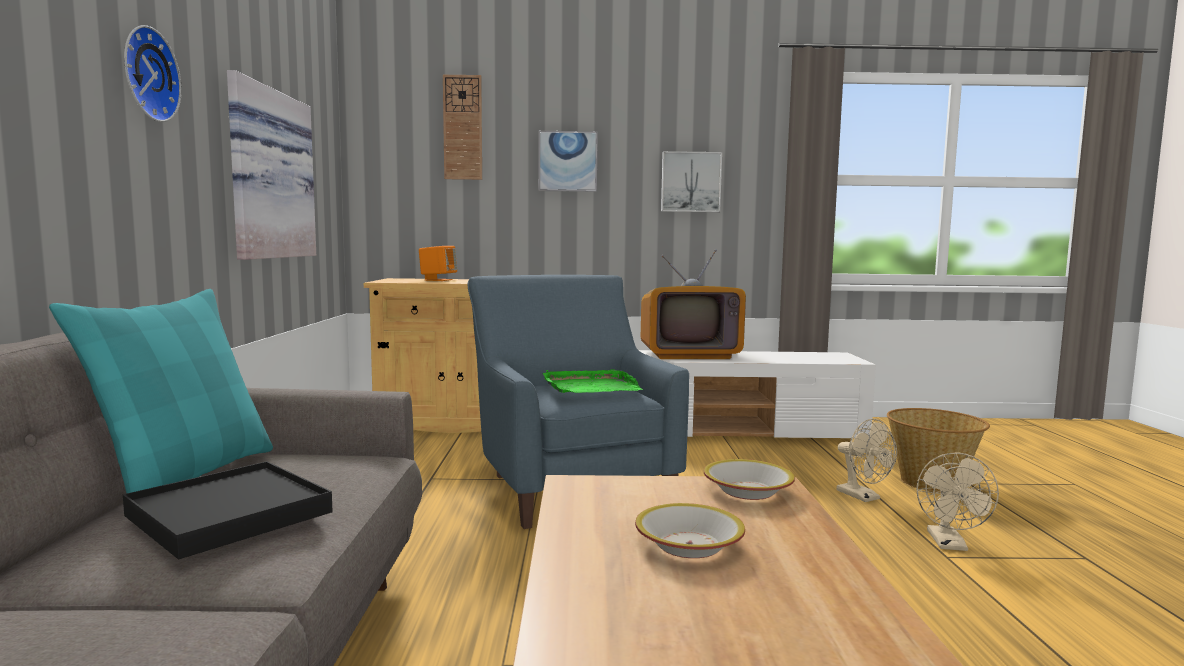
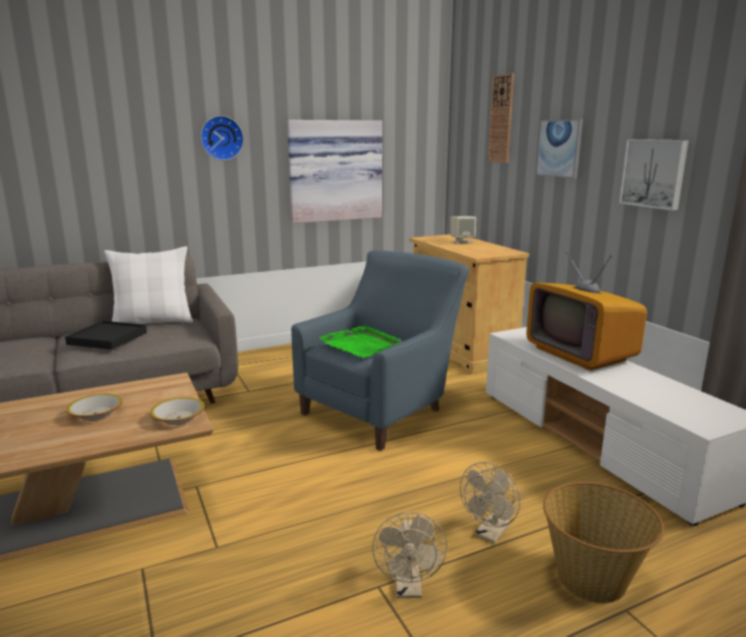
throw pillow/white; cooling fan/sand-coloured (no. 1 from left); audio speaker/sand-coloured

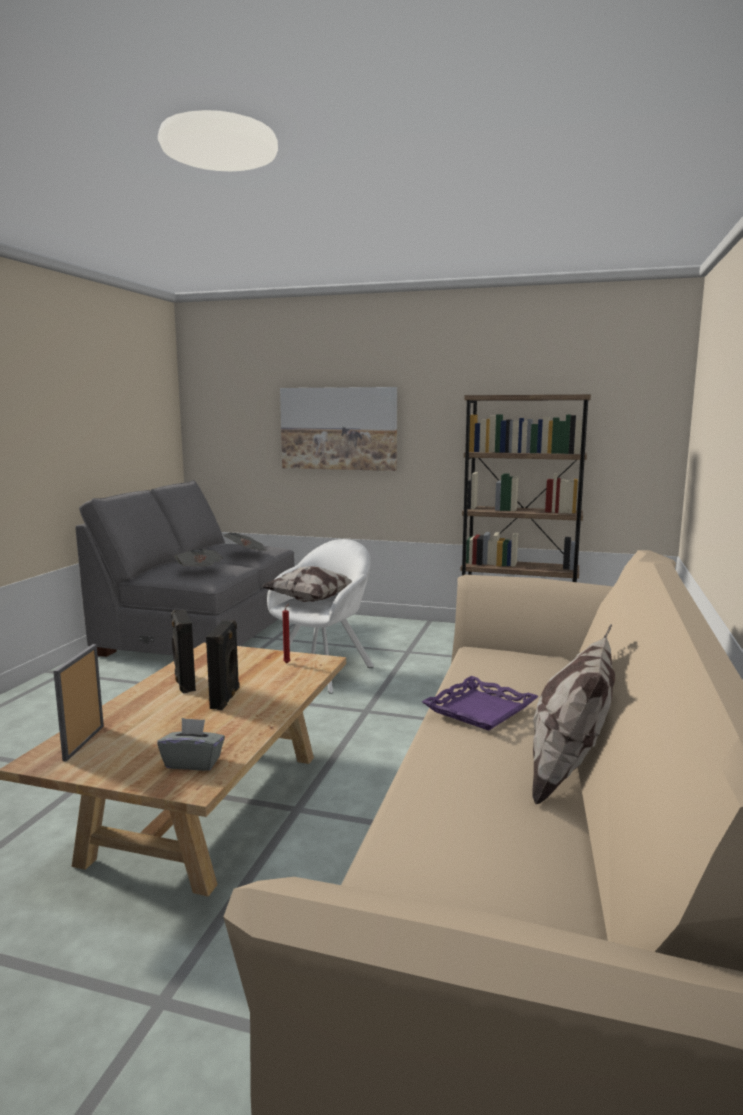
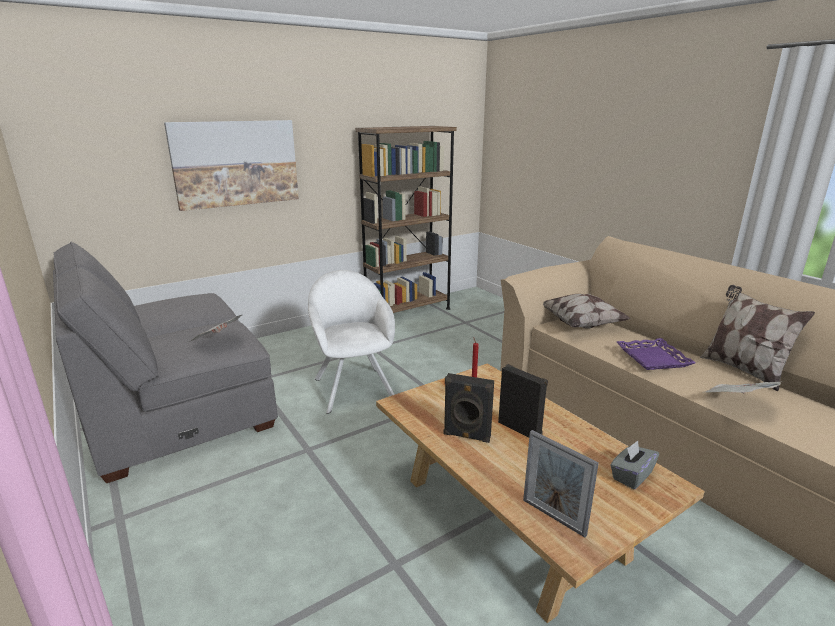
throw pillow (no. 1 from left); daily paper (no. 2 from left)

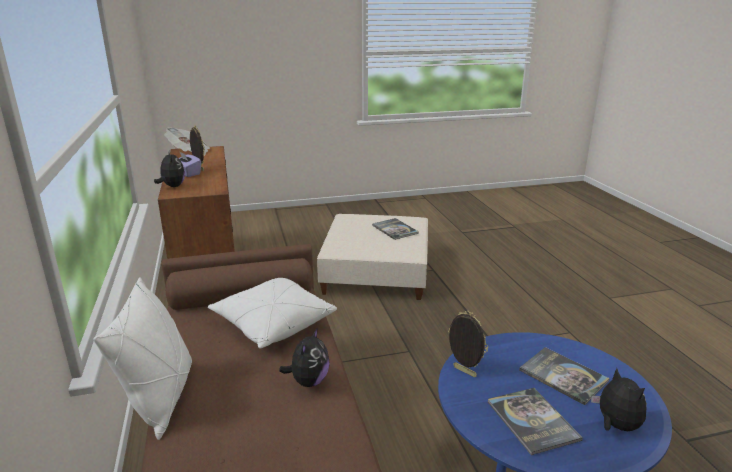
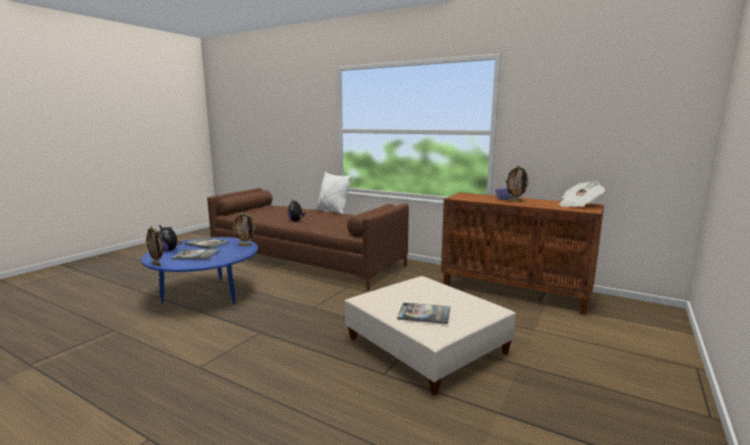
standing frame (no. 1 from left); plush toy (no. 1 from left in the first image); throw pillow/white (no. 2 from left in the first image)

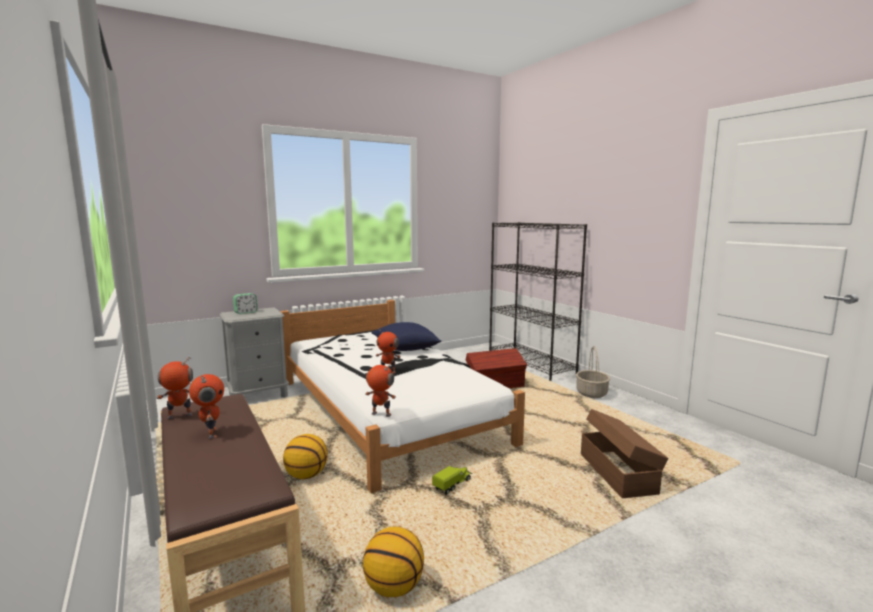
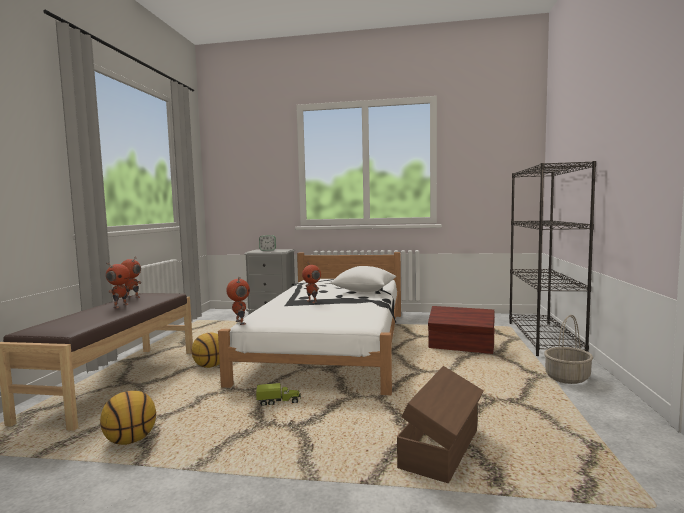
throw pillow/white

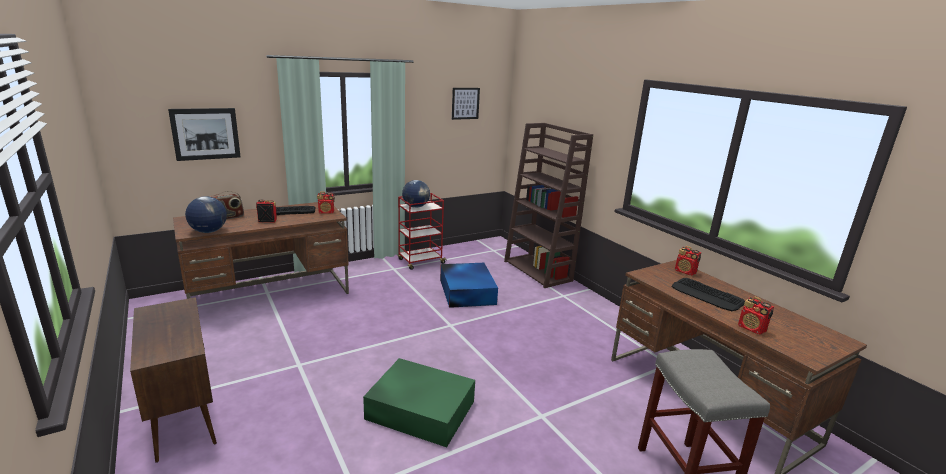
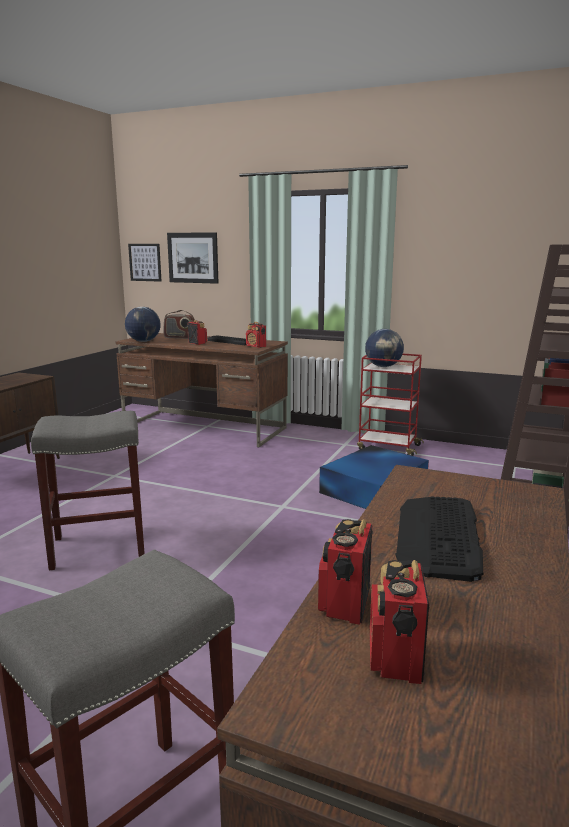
stool seat/greyish (no. 1 from left); wall picture (no. 1 from left); radio set (no. 5 from left)

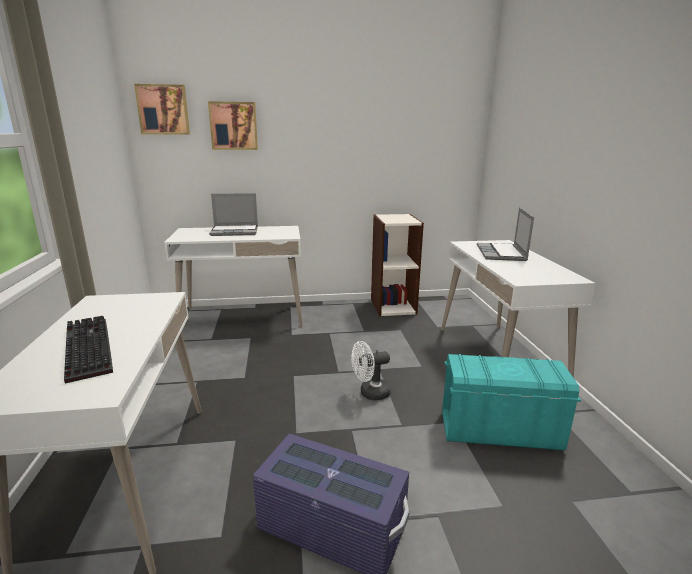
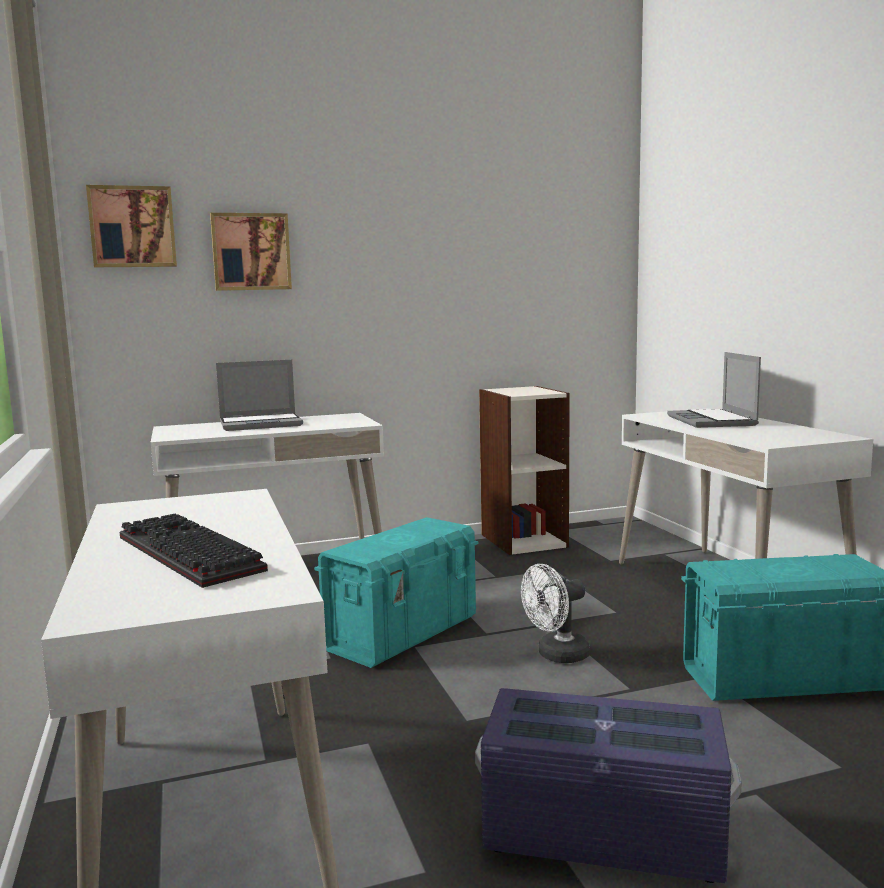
storage bin/turquoise (no. 1 from left)

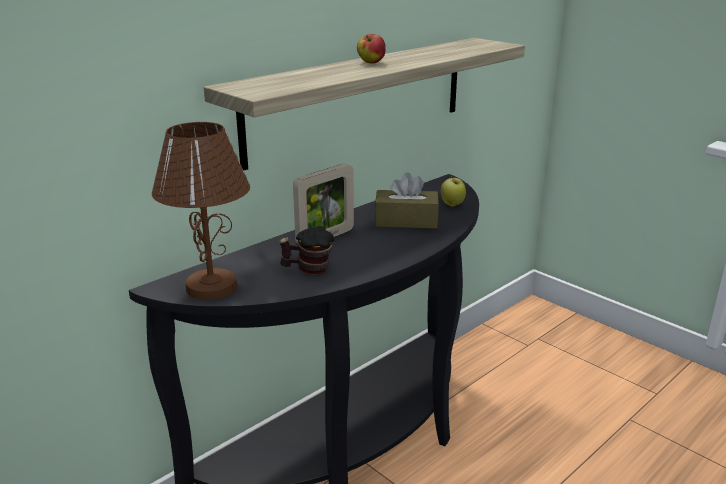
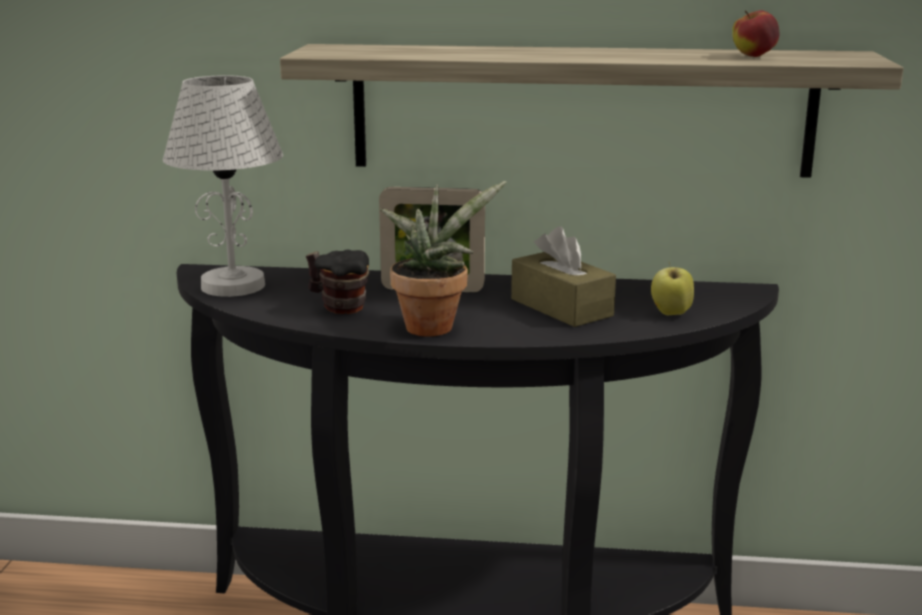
tabletop lamp/white; potted plant; apple (no. 2 from left)

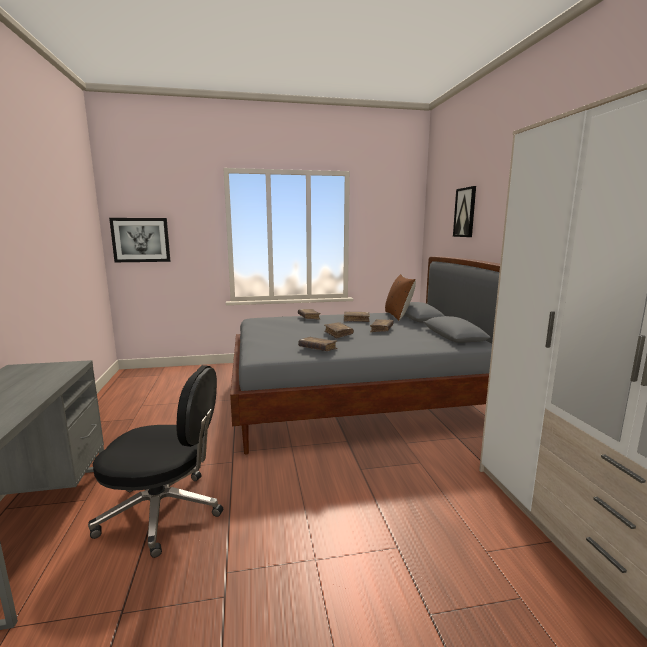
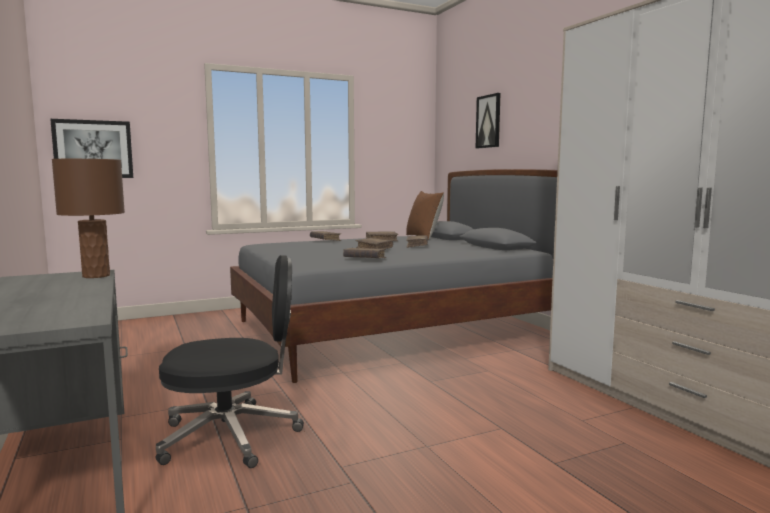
tabletop lamp/brown

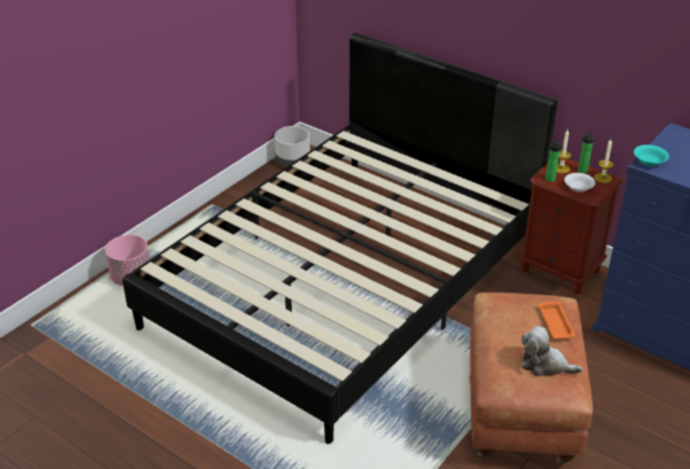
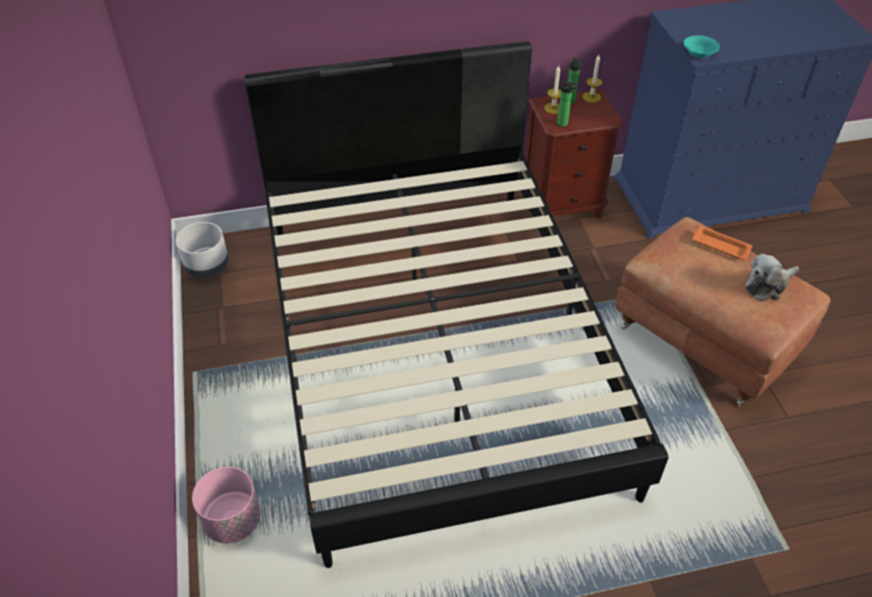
bowl/white

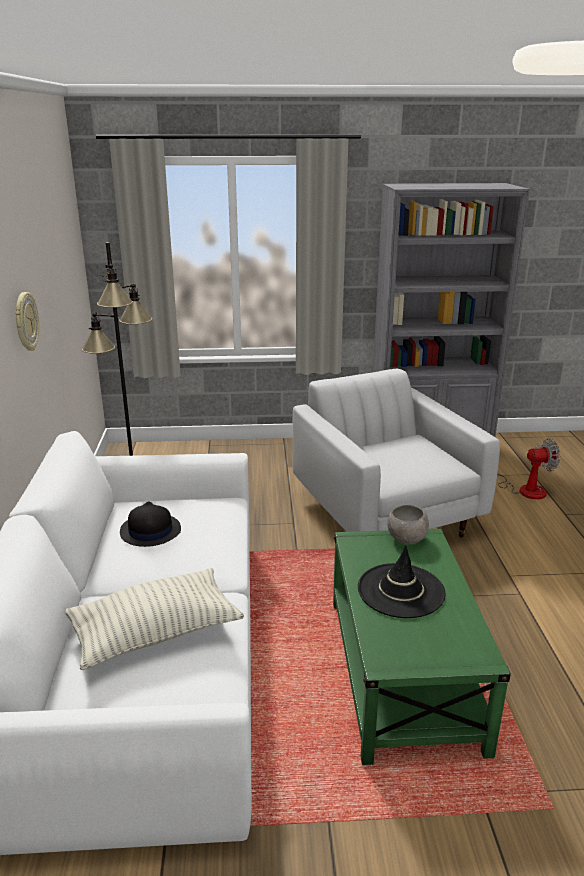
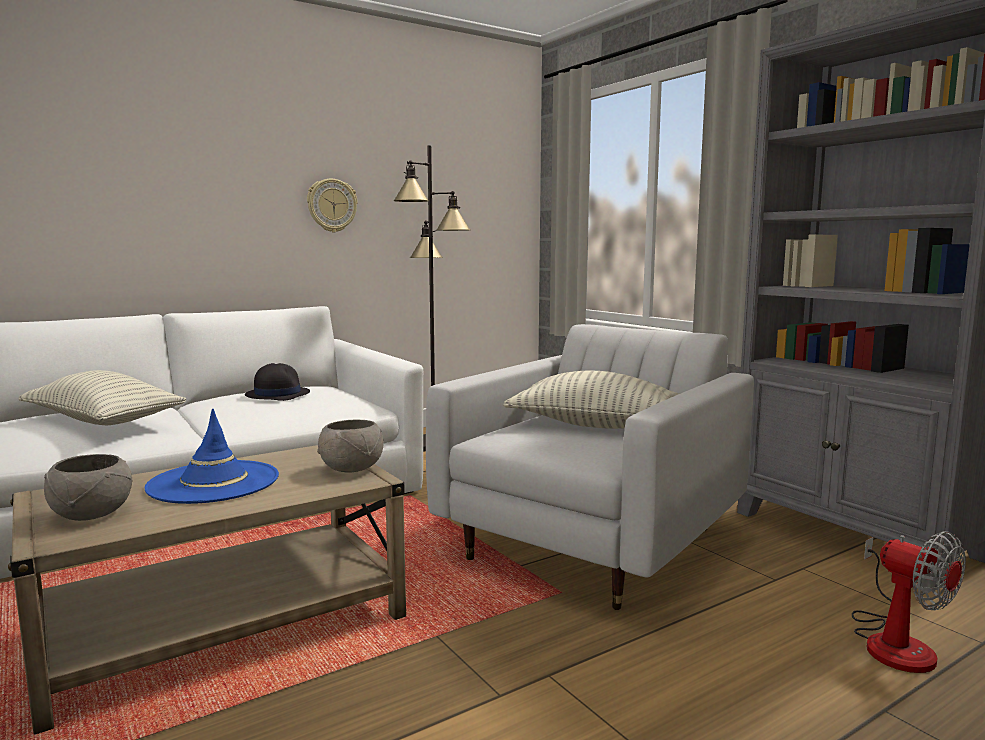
low table/sand-coloured; bowl/greyish (no. 1 from left); clothing hat/bluish; throw pillow (no. 2 from left)

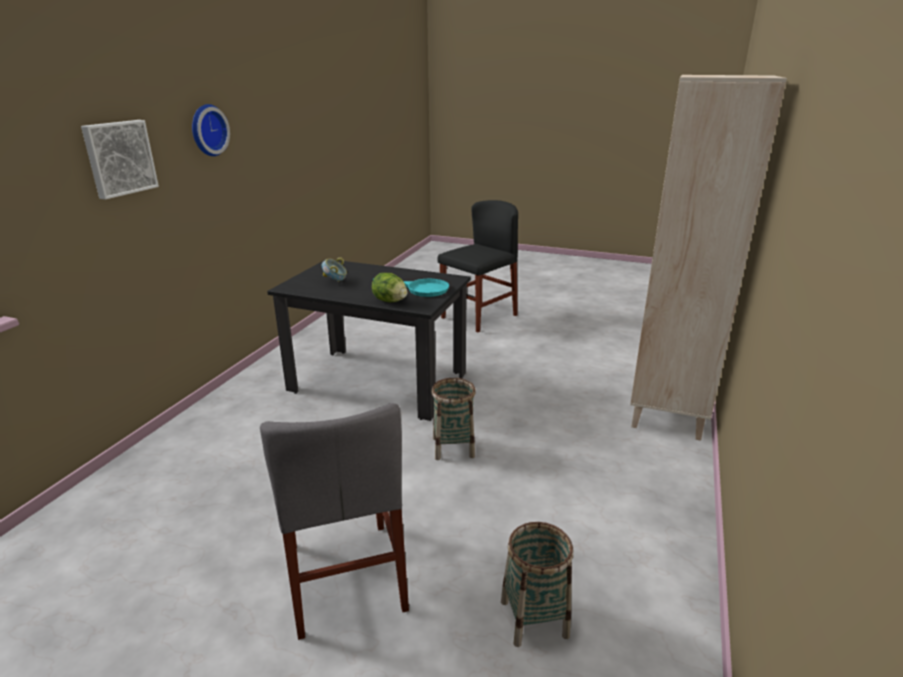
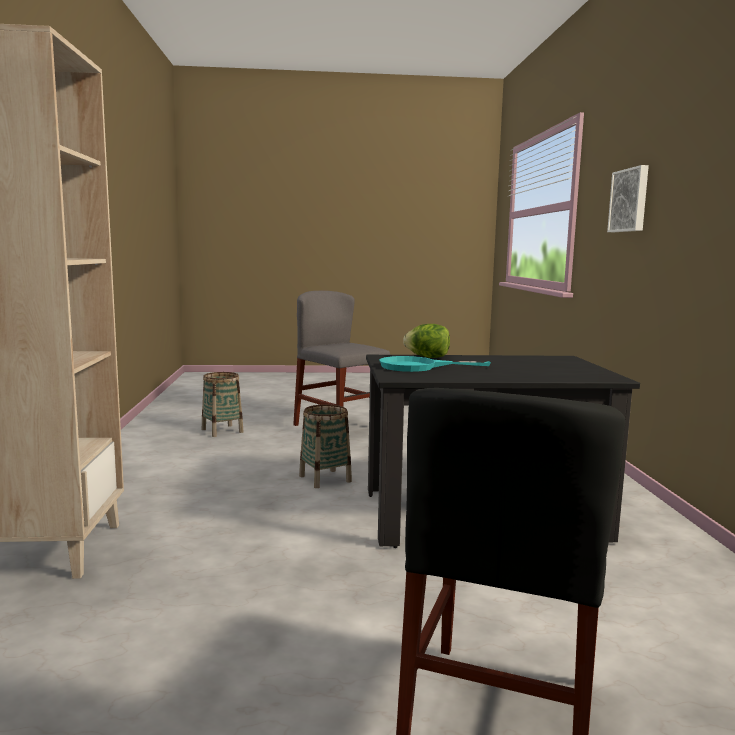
hanging clock; bowl

